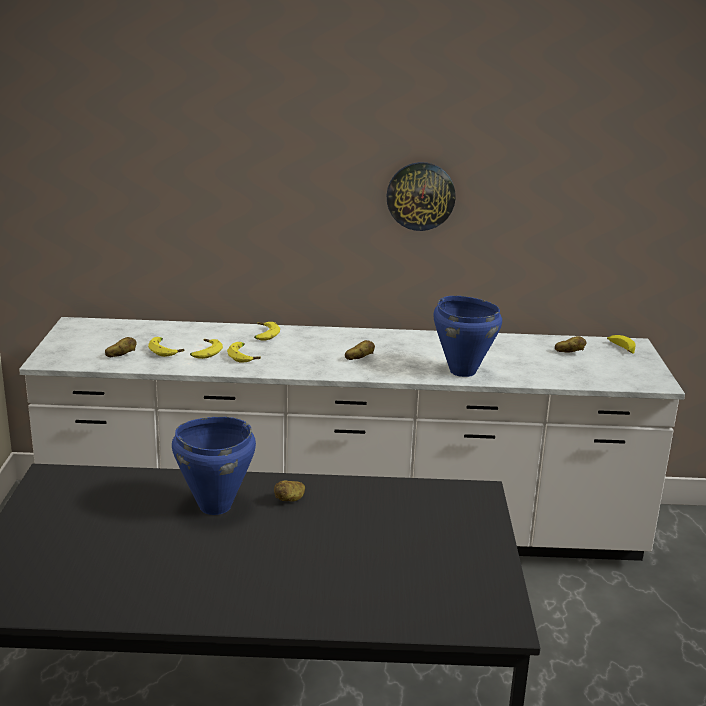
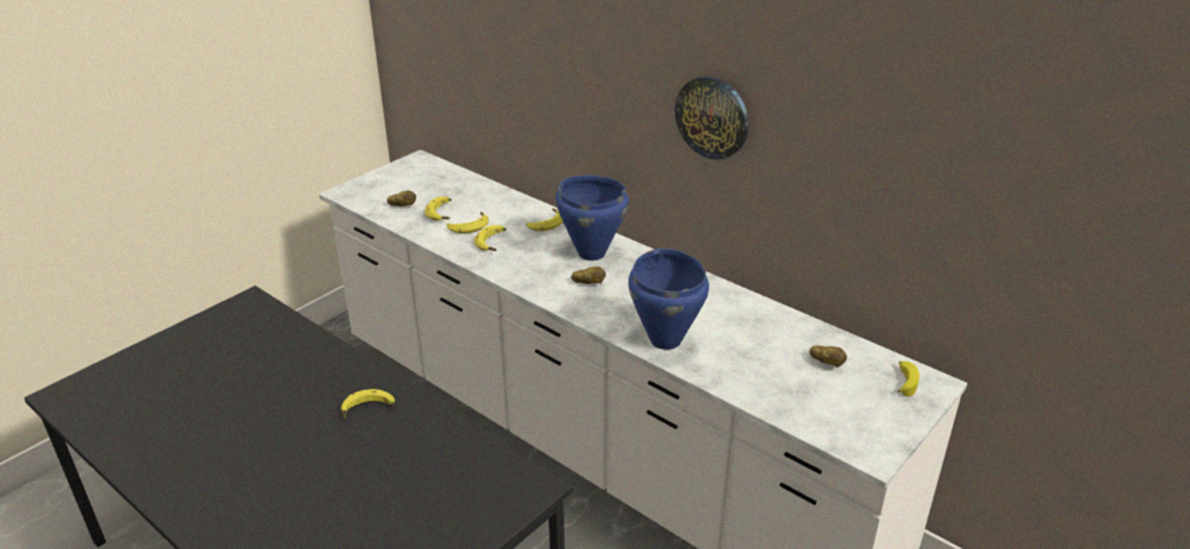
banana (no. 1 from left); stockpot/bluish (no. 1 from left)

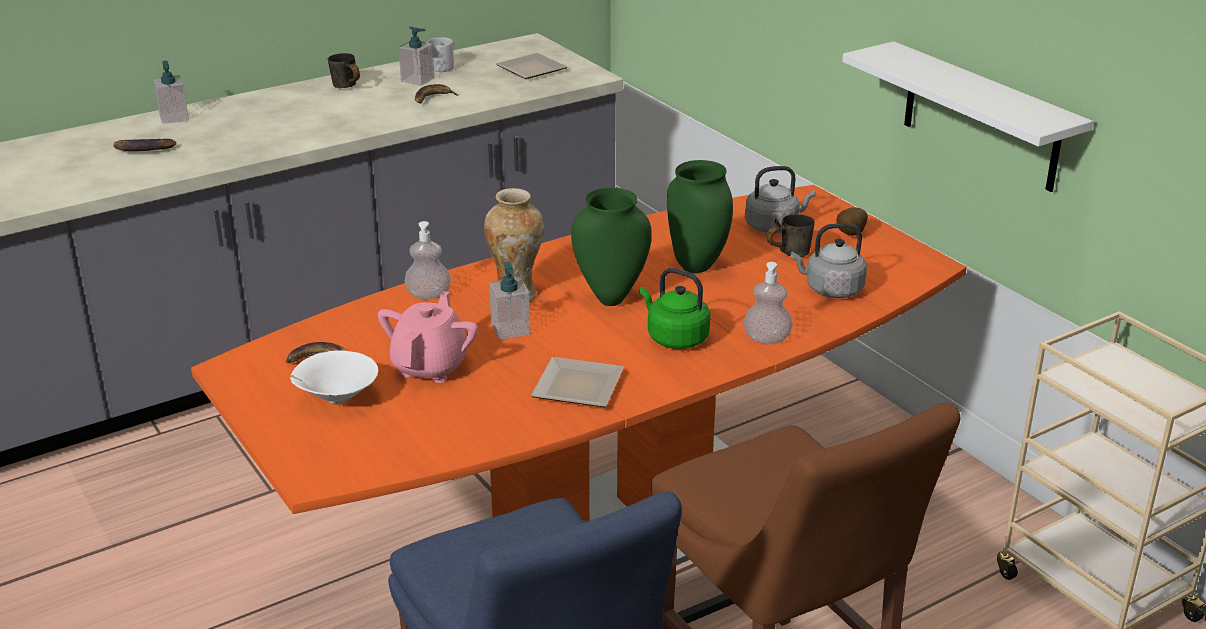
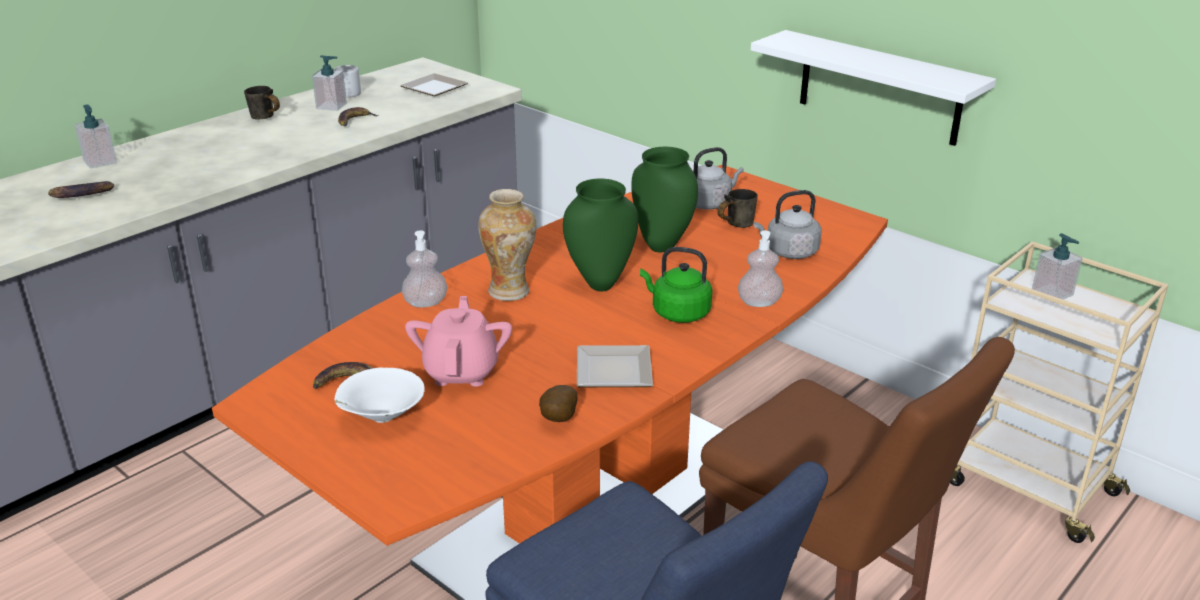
whole potato; liquid soap bottle (no. 5 from left)

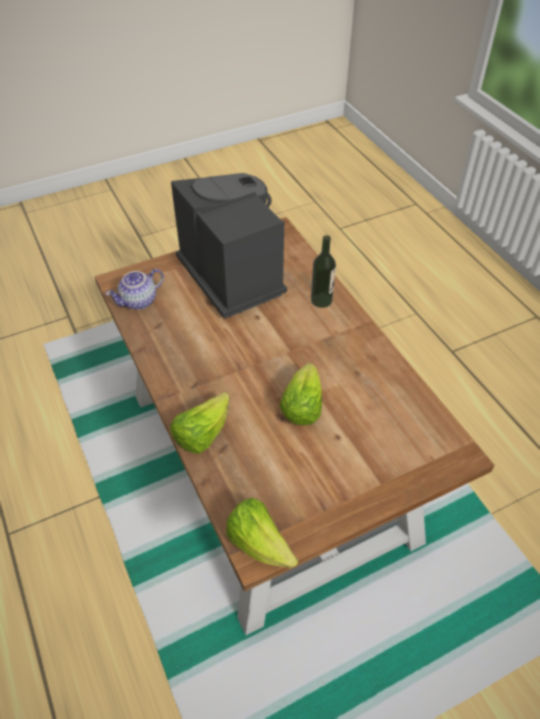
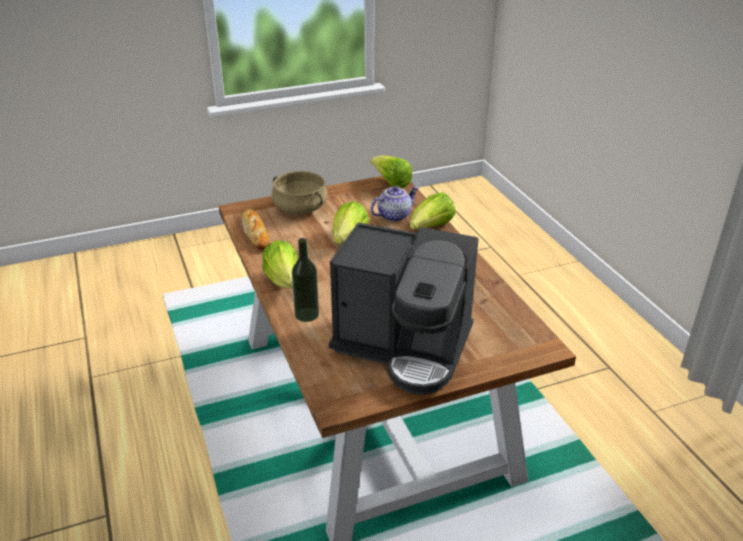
bread; lettuce (no. 1 from left); stockpot/sand-coloured; coffee maker; teapot

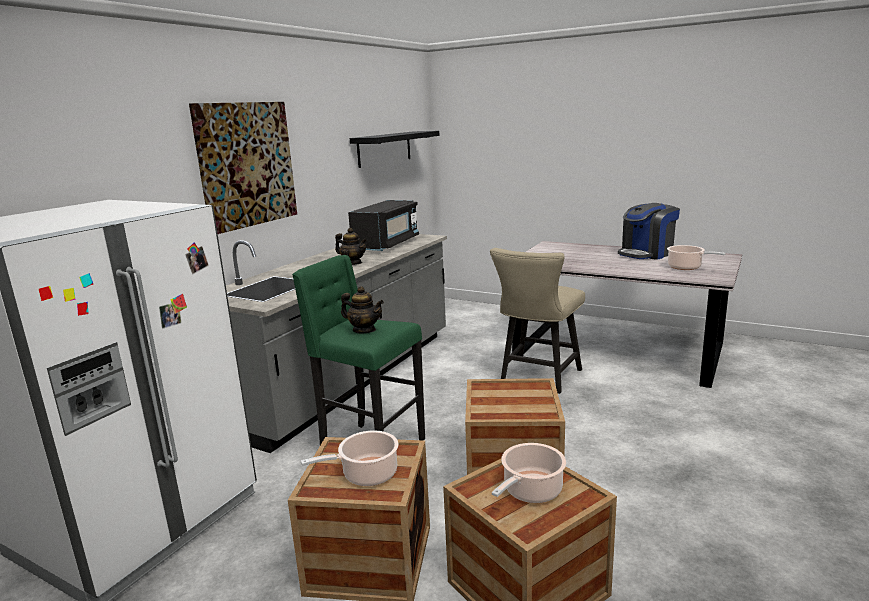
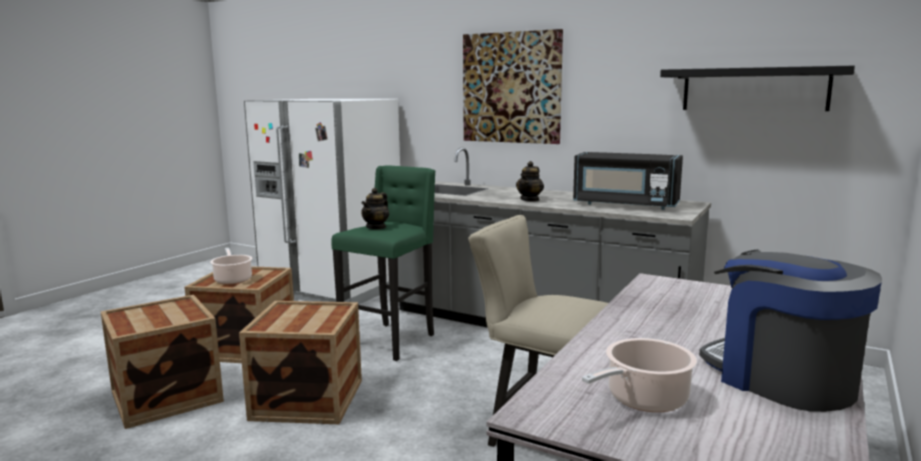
stockpot (no. 2 from left in the first image)

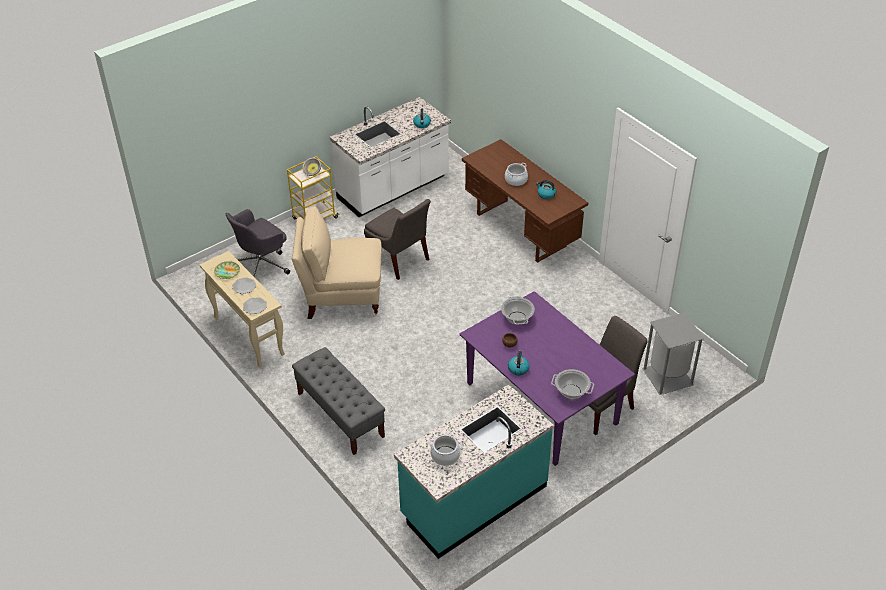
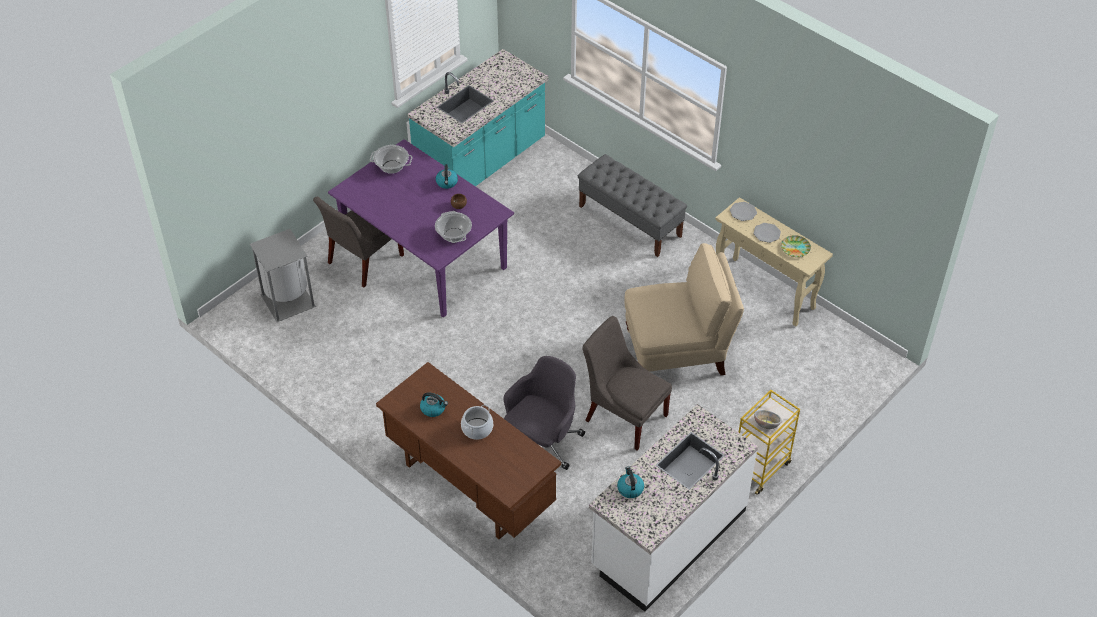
desk chair/greyish; stockpot (no. 1 from left in the first image)

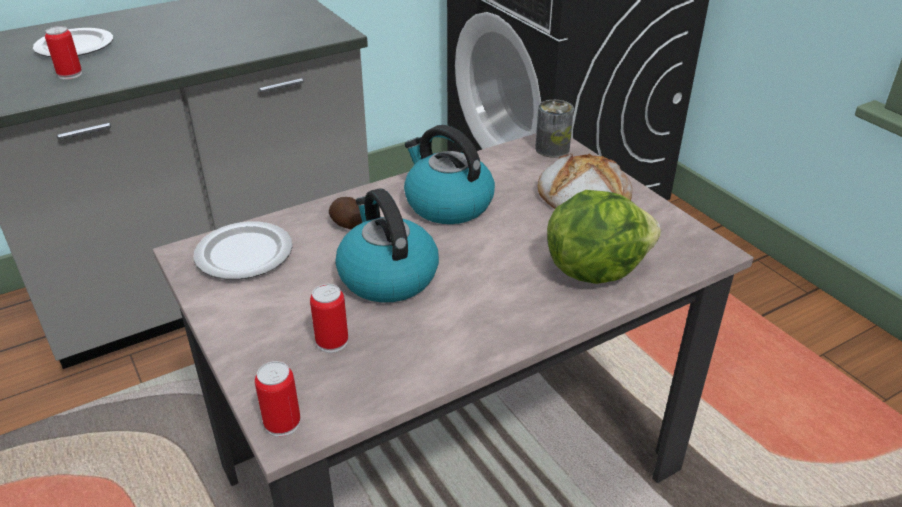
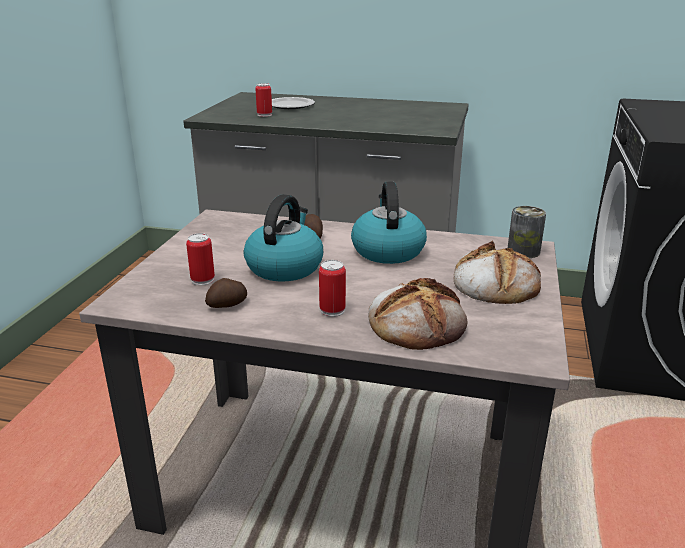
whole potato (no. 1 from left); metal can (no. 3 from left); bread (no. 1 from left); plate (no. 2 from left in the first image)

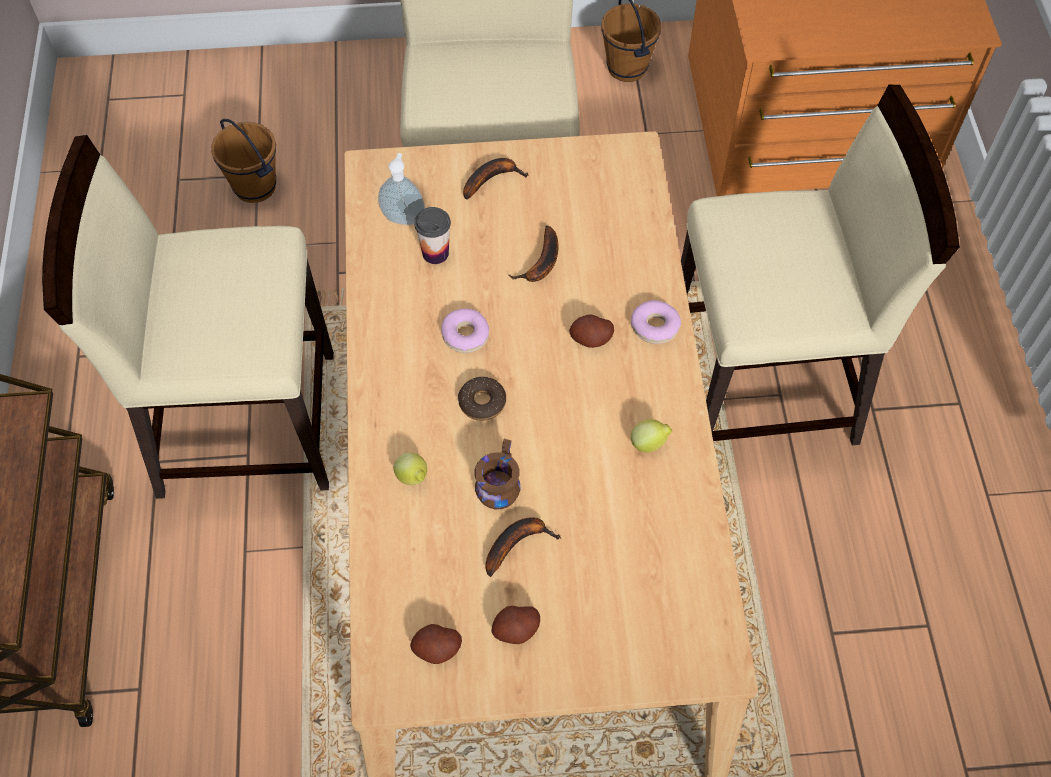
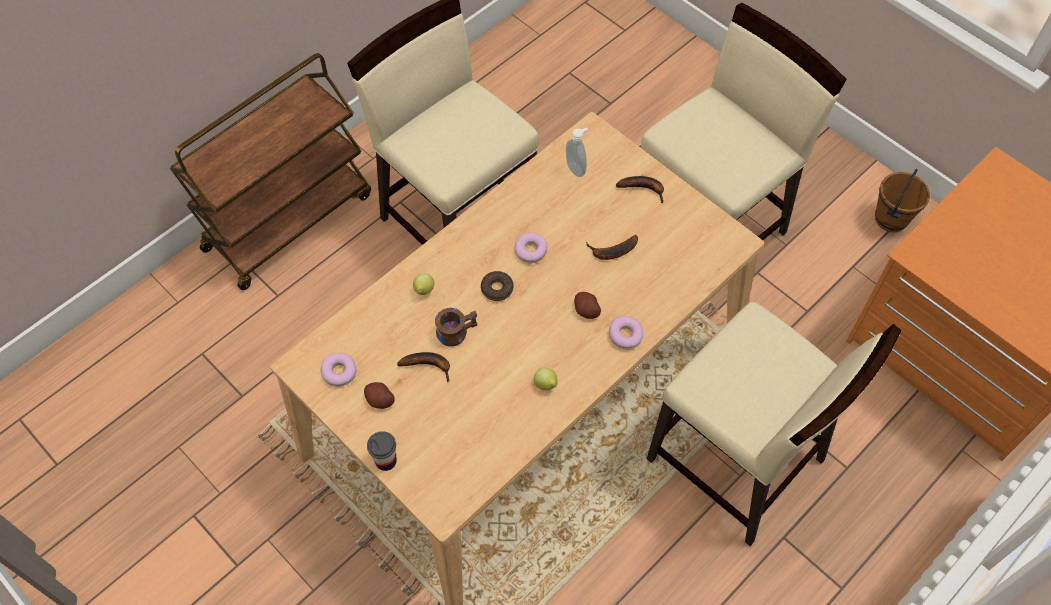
ring doughnut (no. 1 from left); cup; pail/brown (no. 1 from left in the first image)

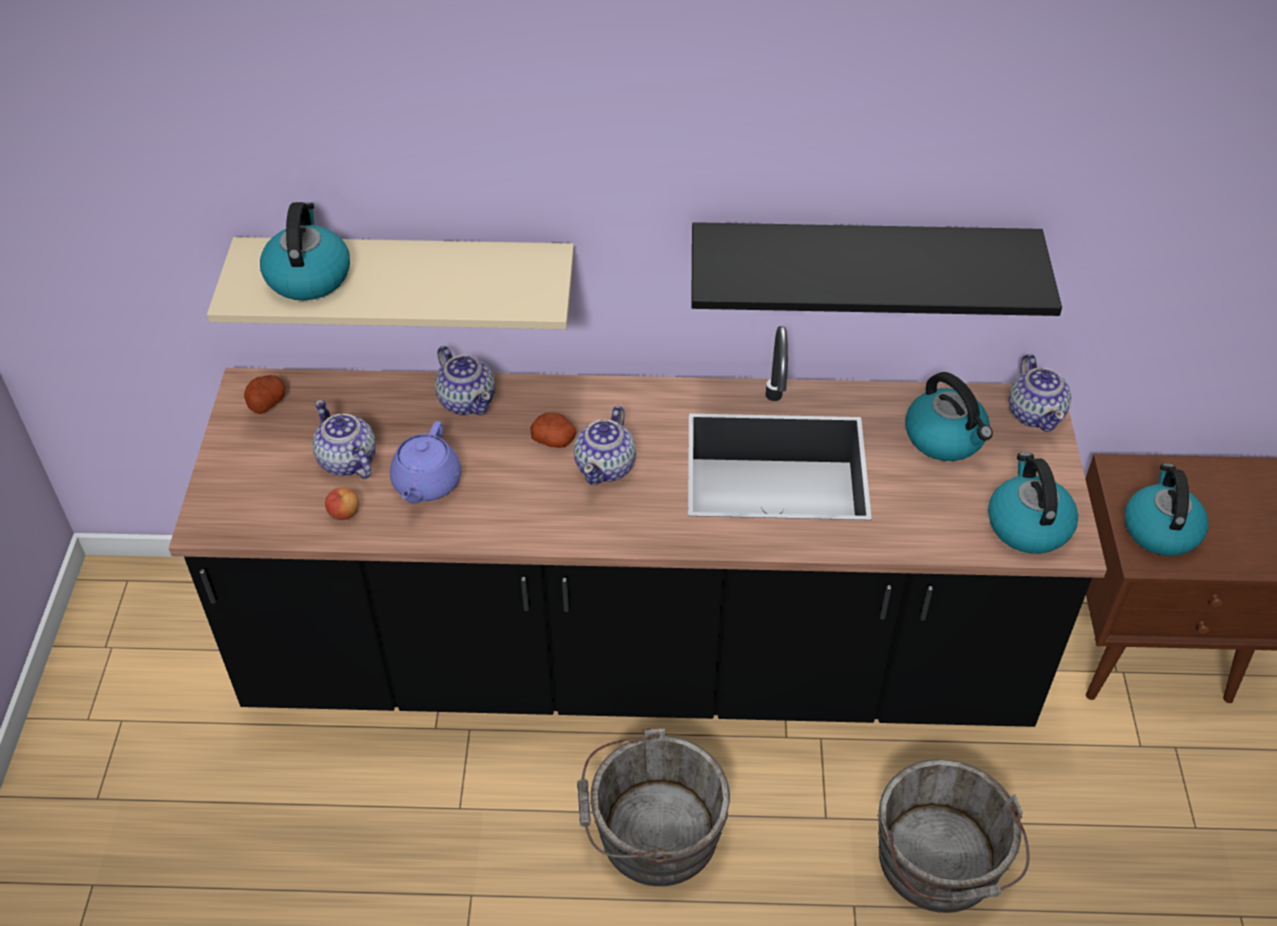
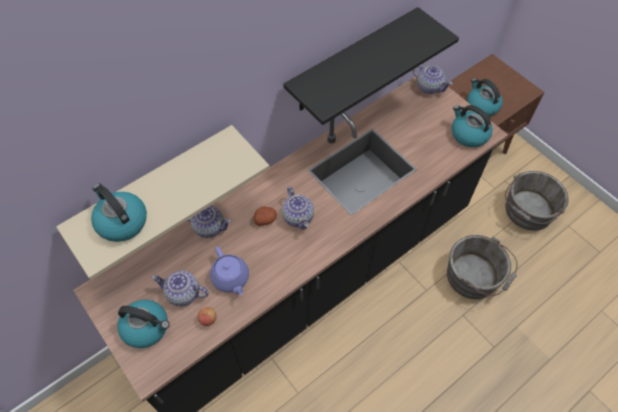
kettle (no. 2 from left); pail/greyish (no. 2 from left); whole potato (no. 1 from left in the first image)

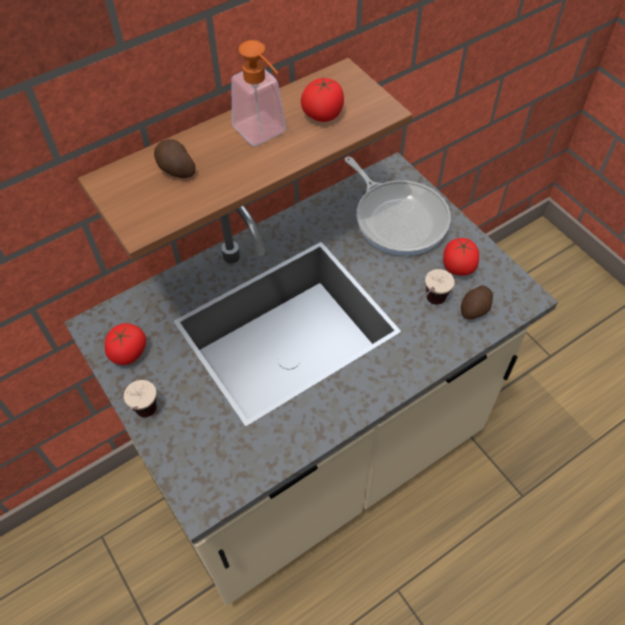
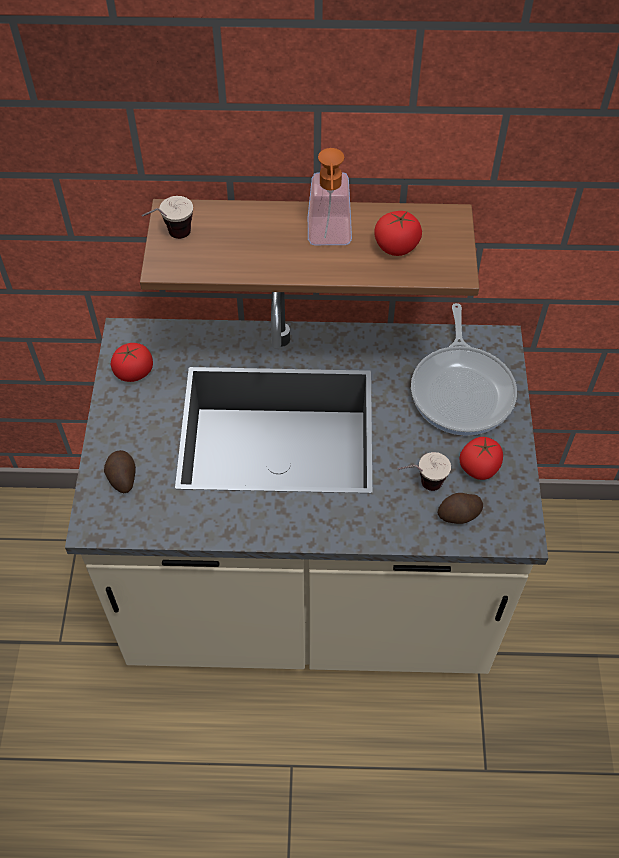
whole potato (no. 1 from left); cup (no. 1 from left)

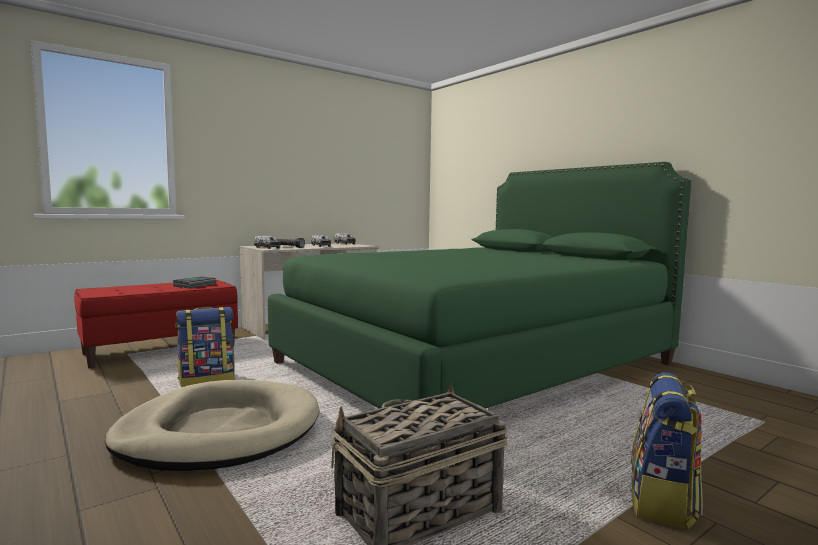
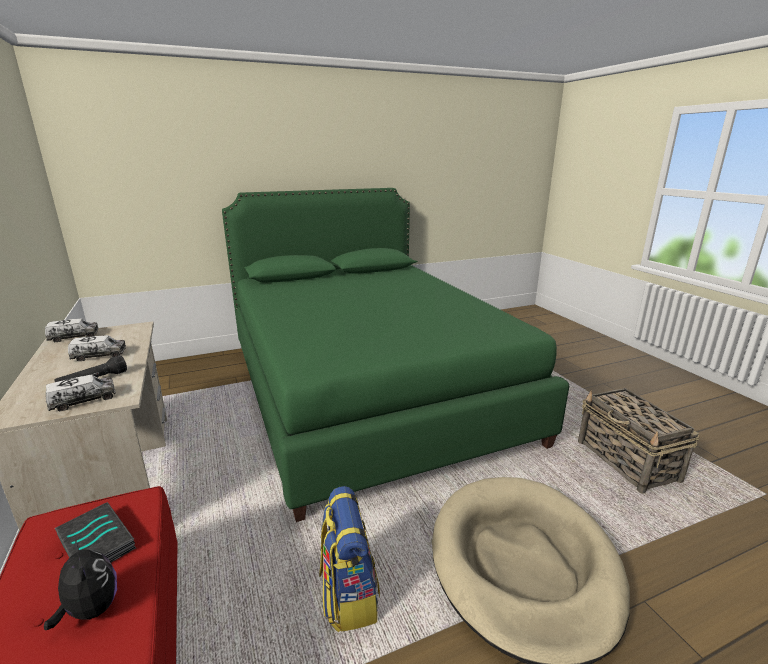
plush toy; backpack (no. 2 from left in the first image)

